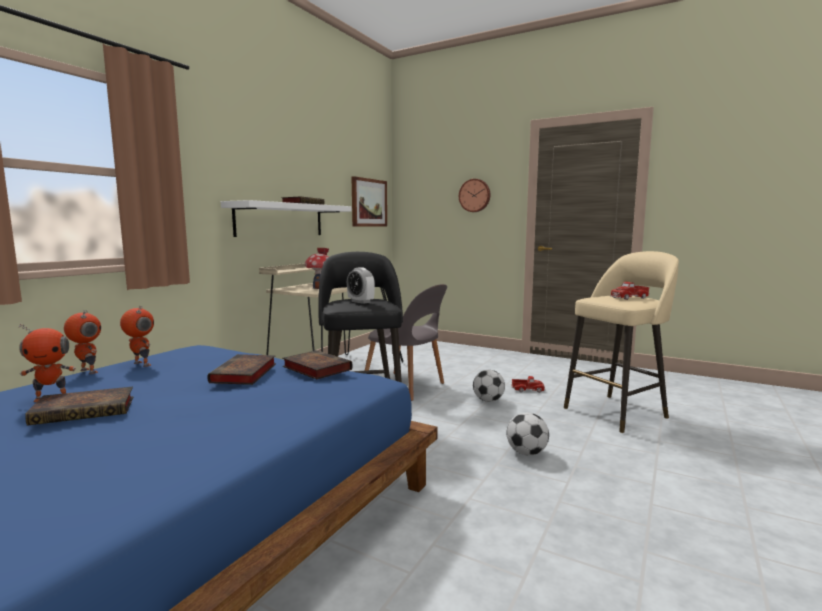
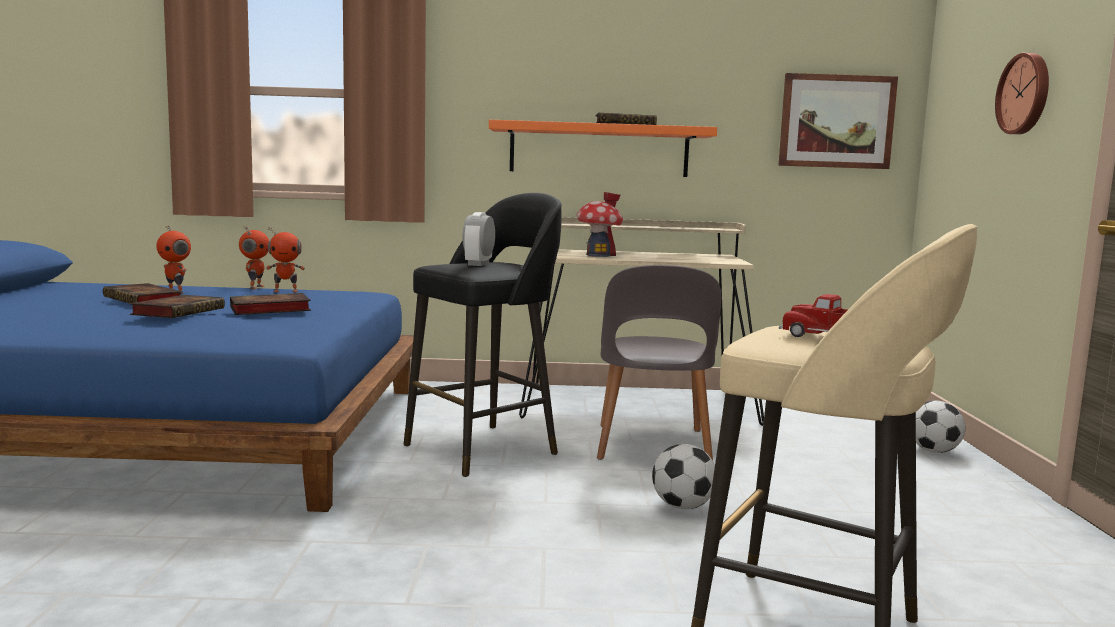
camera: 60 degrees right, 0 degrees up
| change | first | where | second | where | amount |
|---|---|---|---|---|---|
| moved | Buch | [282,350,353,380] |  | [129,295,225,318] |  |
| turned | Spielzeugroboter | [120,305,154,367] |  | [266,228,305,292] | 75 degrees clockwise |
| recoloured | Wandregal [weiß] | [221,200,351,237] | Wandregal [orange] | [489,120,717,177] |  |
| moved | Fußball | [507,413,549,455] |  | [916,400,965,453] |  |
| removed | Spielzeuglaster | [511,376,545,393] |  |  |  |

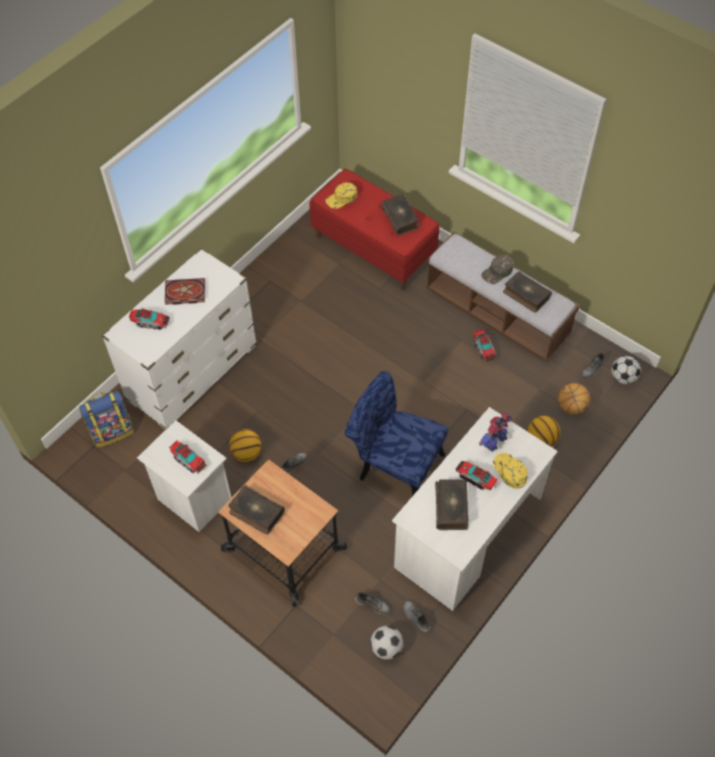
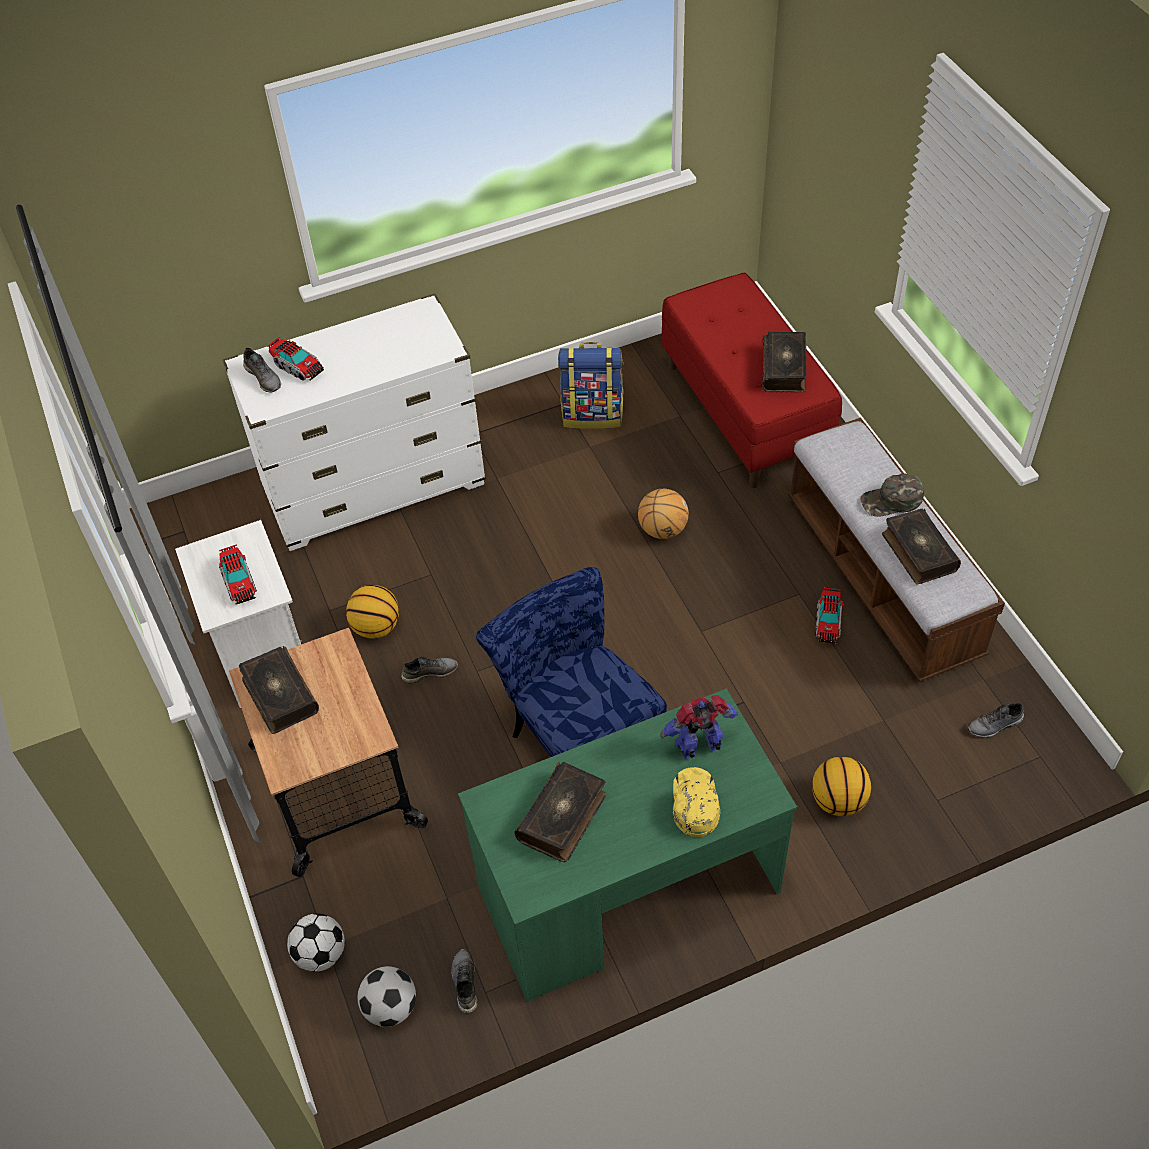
camera: 30 degrees right, 5 degrees down
| change | first | where | second | where | amount |
|---|---|---|---|---|---|
| moved | Schuh [grau] | [355,592,390,615] |  | [243,348,281,392] |  |
| moved | Fußball | [612,356,641,384] |  | [287,913,345,972] |  |
| recoloured | Schreibtisch [weiß] | [392,407,558,611] | Schreibtisch [grün] | [458,689,797,1002] |  |
| moved | Rucksack | [79,391,134,448] |  | [558,342,623,429] |  |
| moved | Basketball | [558,383,590,415] |  | [638,489,689,539] |  |
| removed | Buch | [165,278,205,305] |  |  |  |
| removed | Kappe [gelb] | [325,183,357,209] |  |  |  |
| removed | Spielzeuglaster | [456,461,498,490] |  |  |  |

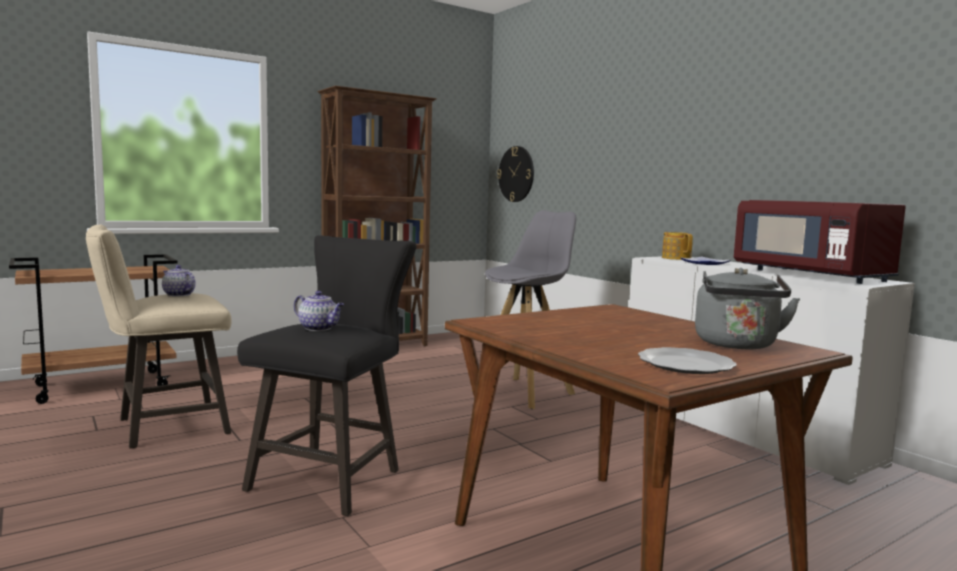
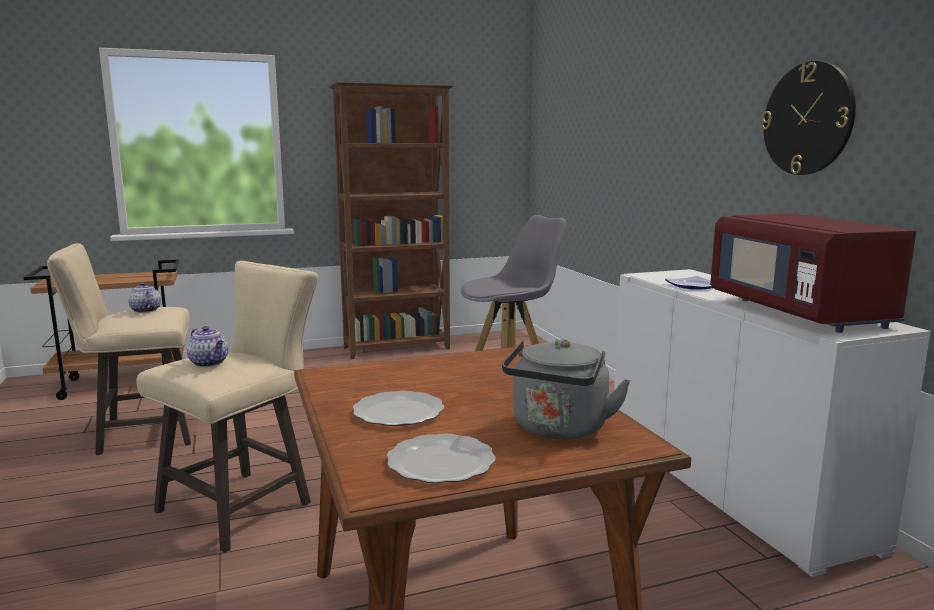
camera: 15 degrees right, 5 degrees up
| change | first | where | second | where | amount |
|---|---|---|---|---|---|
| recoloured | Hocker [schwarz] | [237,235,417,516] | Hocker [beige] | [136,261,318,553] |  |
| added |  |  | Teller | [353,391,444,426] |  |
| moved | Wanduhr | [497,146,534,202] |  | [761,61,856,175] |  |
| removed | Teekanne | [662,232,693,260] |  |  |  |

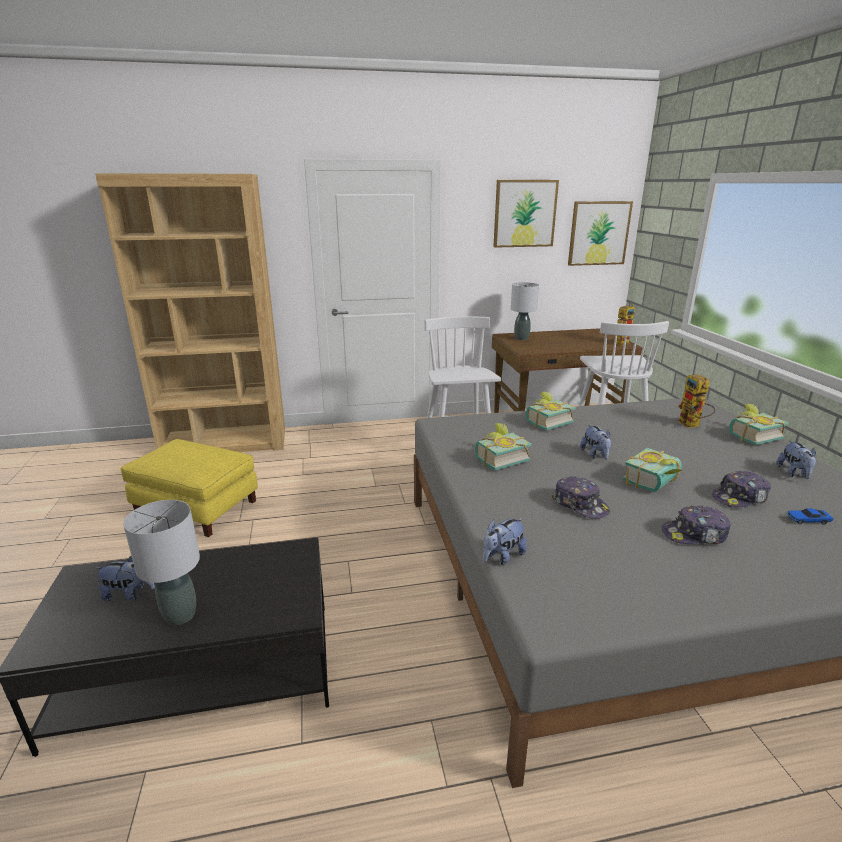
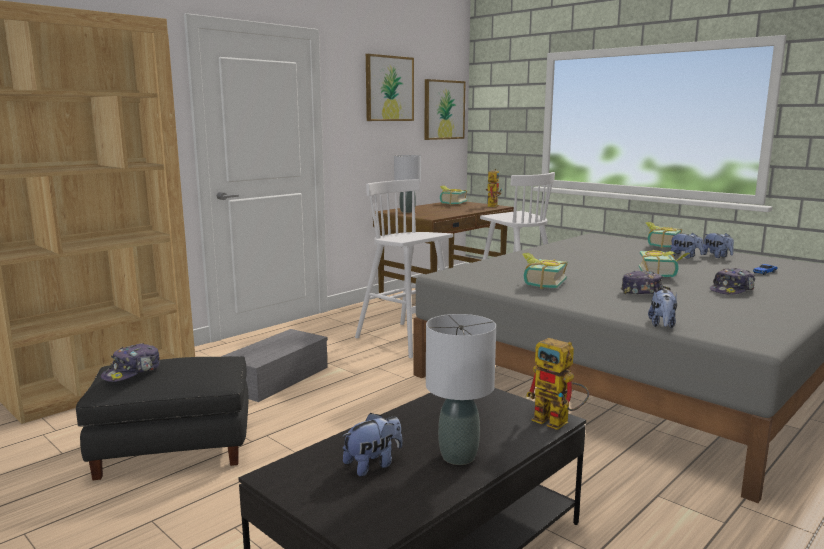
camera: 35 degrees left, 10 degrees down
| change | first | where | second | where | amount |
|---|---|---|---|---|---|
| recoloured | Polsterhocker [gelb] | [121,439,258,537] | Polsterhocker [schwarz] | [76,356,248,480] |  |
| moved | Kappe | [712,471,771,508] |  | [101,343,160,382] |  |
| added |  |  | Aufbewahrungsbox [grau] | [221,329,328,402] |  |
| moved | Buch | [526,391,576,430] |  | [440,185,468,205] |  |
| moved | Spielzeugroboter | [677,374,716,428] |  | [526,338,589,430] |  |
| moved | Plüschtier | [580,425,611,459] |  | [671,233,704,259] |  |

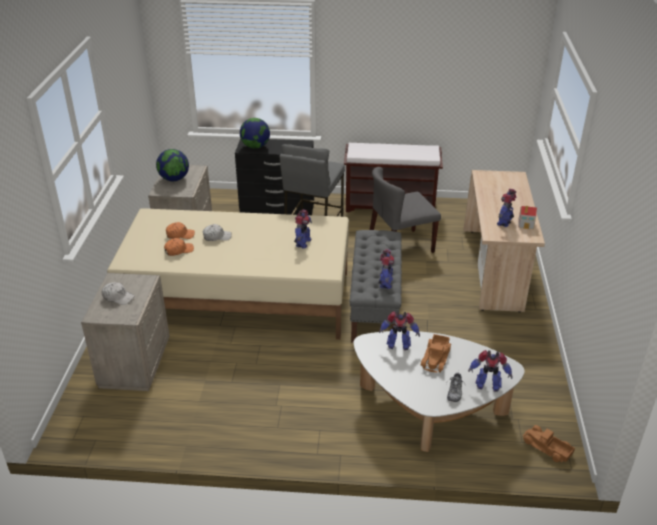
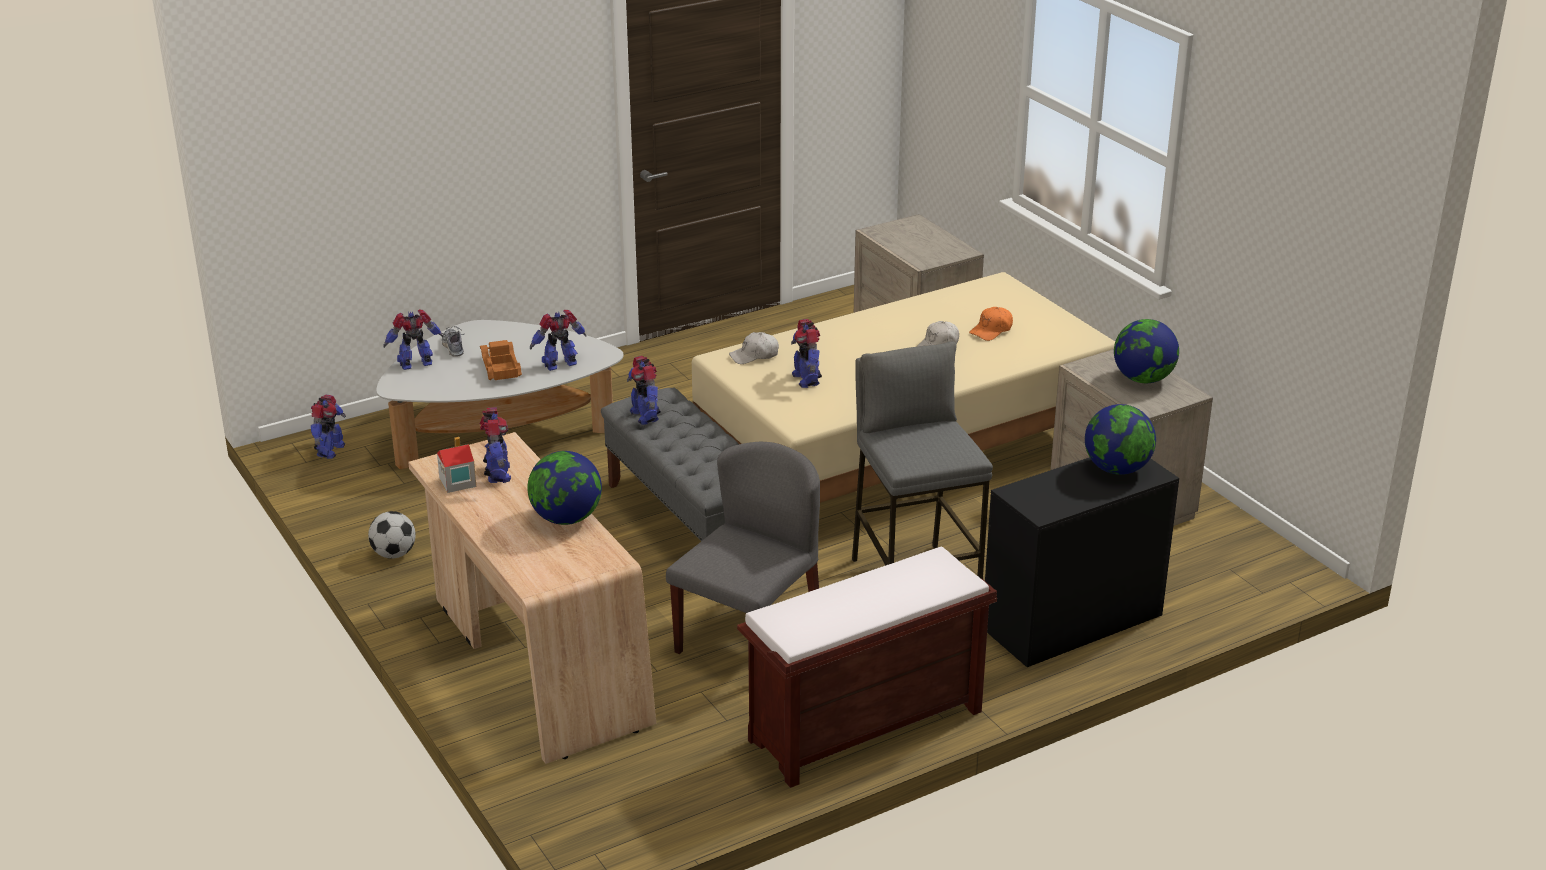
camera: 145 degrees right, 5 degrees down
| change | first | where | second | where | amount |
|---|---|---|---|---|---|
| replaced | Spielzeuglaster | [523,425,575,463] | Spielzeugroboter | [311,395,346,459] |  |
| added |  |  | Fußball | [368,511,416,559] |  |
| added |  |  | Globus | [527,451,602,525] |  |
| moved | Kappe [weiß] | [102,282,135,305] |  | [729,332,779,364] |  |
| removed | Kappe [orange] | [164,238,194,256] |  |  |  |

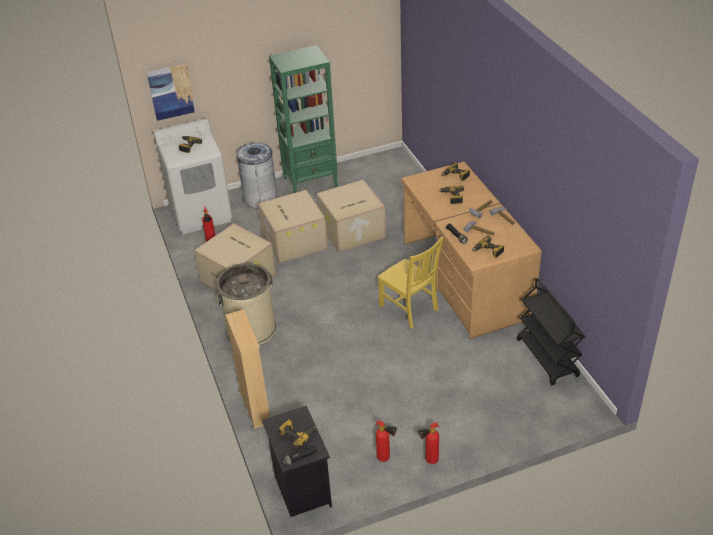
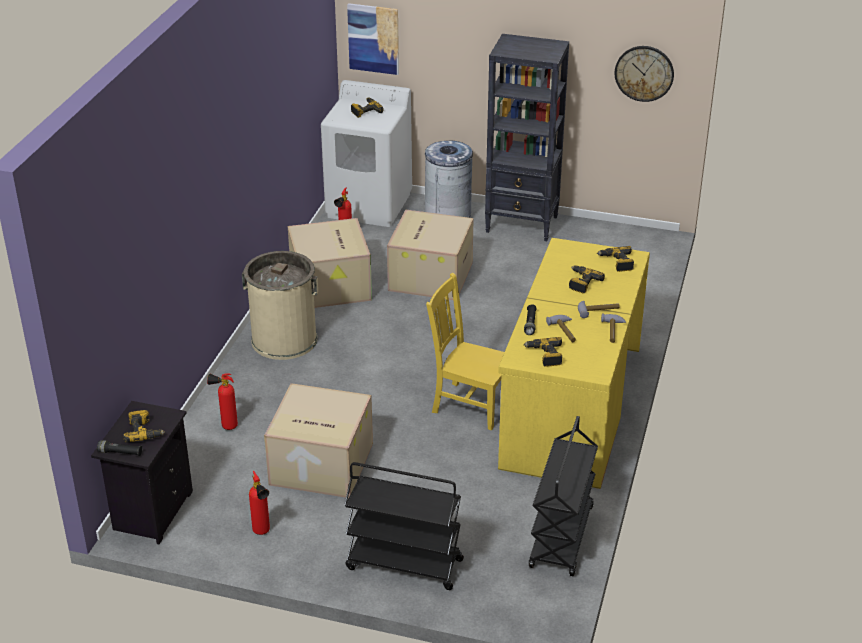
camera: 35 degrees right, 5 degrees down
| change | first | where | second | where | amount |
|---|---|---|---|---|---|
| moved | Feuerlöscher | [418,422,439,464] |  | [207,373,238,430] |  |
| moved | Karton | [316,180,386,252] |  | [264,383,373,498] |  |
| added |  |  | Rollwagen [schwarz] | [344,462,464,590] |  |
| turned | Stuhl [gelb] | [378,237,444,329] |  | [426,273,504,430] | 120 degrees clockwise |
| recoloured | Bücherregal [grün] | [269,45,338,193] | Bücherregal [schwarz] | [485,34,569,241] |  |
| recoloured | Schreibtisch [braun] | [401,162,542,339] | Schreibtisch [gelb] | [498,238,650,489] |  |
| added |  |  | Wanduhr | [615,46,674,102] |  |
| removed | Bücherregal [beige] | [225,309,270,429] |  |  |  |

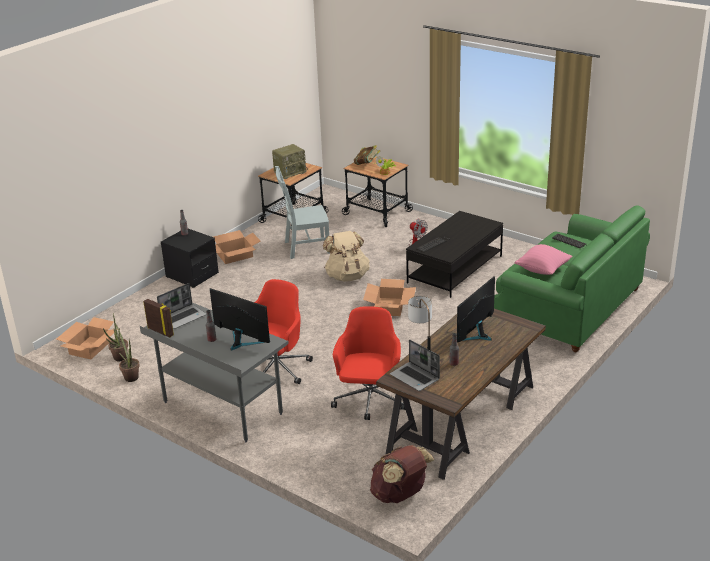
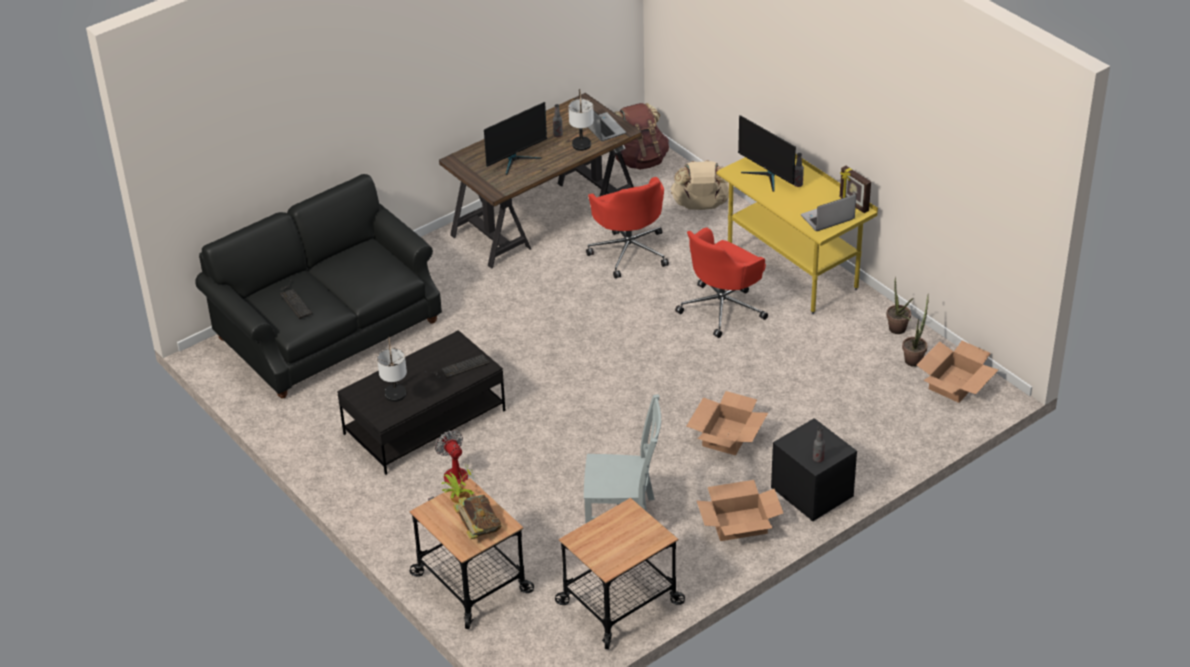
camera: 165 degrees left, 10 degrees up
| change | first | where | second | where | amount |
|---|---|---|---|---|---|
| recoloured | Sofa [grün] | [494,205,650,352] | Sofa [schwarz] | [195,174,442,399] |  |
| added |  |  | Tischlampe | [377,337,407,402] |  |
| turned | Bürostuhl [rot] | [331,306,405,420] |  | [586,177,669,279] | 45 degrees counterclockwise |
| moved | Rucksack [beige] | [323,231,370,282] |  | [671,160,729,210] |  |
| moved | Karton | [363,279,416,316] |  | [687,391,768,455] |  |
| recoloured | Schreibtisch [grau] | [140,302,289,442] | Schreibtisch [gelb] | [716,154,878,314] |  |
| removed | Radio | [272,144,308,179] |  |  |  |
| removed | Kissen [rosa] | [515,244,572,275] |  |  |  |

